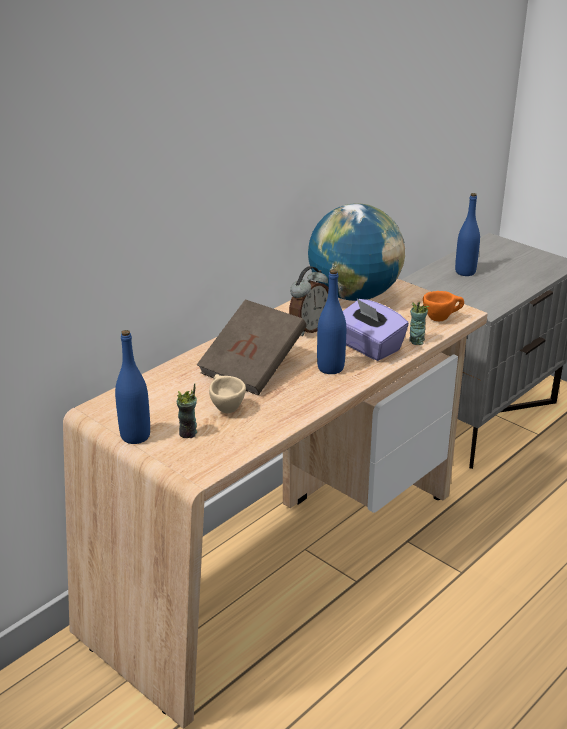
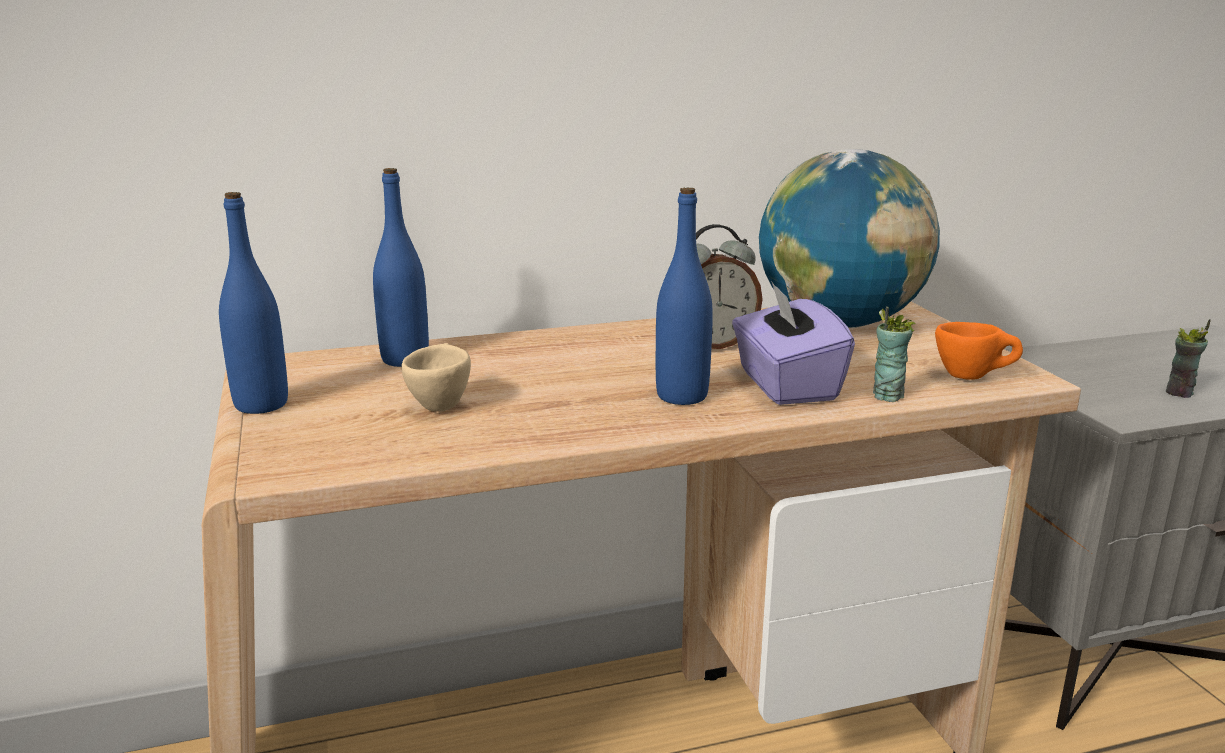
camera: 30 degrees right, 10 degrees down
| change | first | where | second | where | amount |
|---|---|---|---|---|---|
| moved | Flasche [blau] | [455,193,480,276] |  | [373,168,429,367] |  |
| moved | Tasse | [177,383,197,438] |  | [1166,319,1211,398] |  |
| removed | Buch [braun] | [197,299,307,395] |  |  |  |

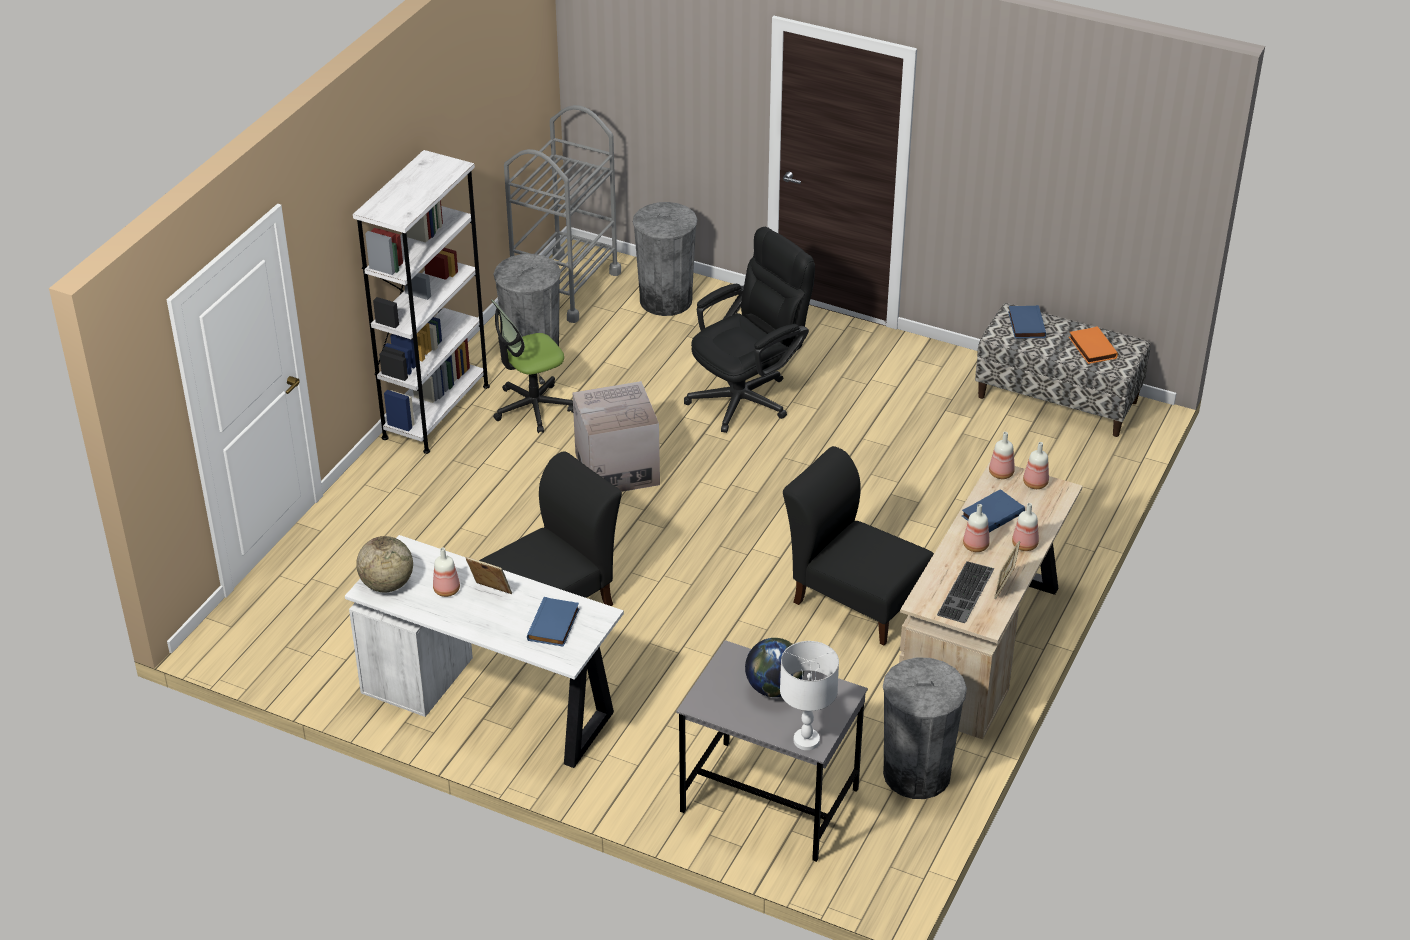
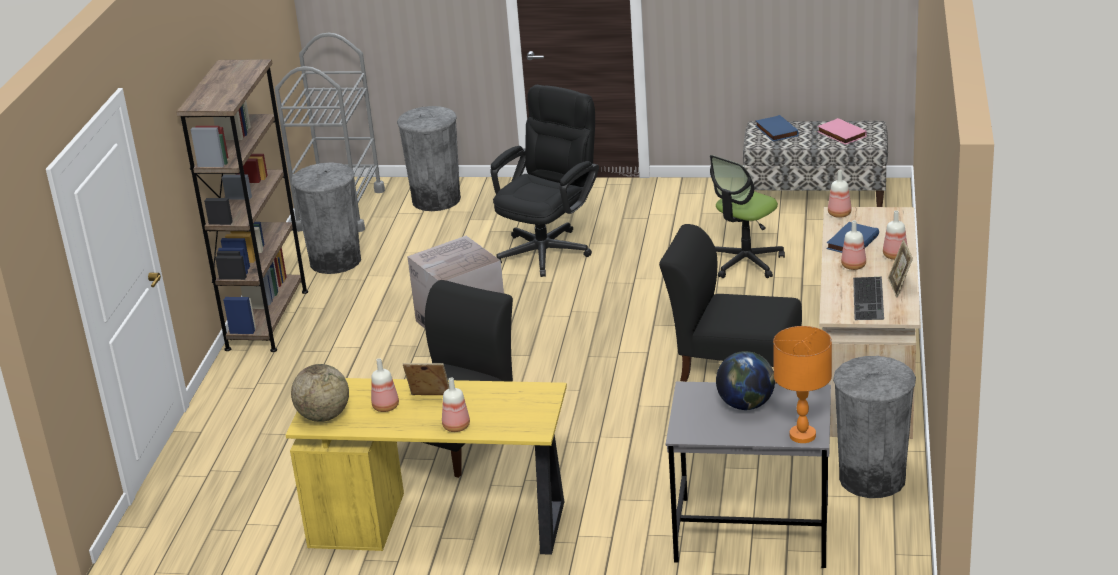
camera: 15 degrees left, 10 degrees down
| change | first | where | second | where | amount |
|---|---|---|---|---|---|
| recoloured | Bücherregal [weiß] | [353,150,490,454] | Bücherregal [braun] | [176,59,308,352] |  |
| recoloured | Schreibtisch [weiß] | [345,535,624,768] | Schreibtisch [gelb] | [286,378,567,555] |  |
| moved | Flasche | [1023,442,1049,489] |  | [442,377,470,432] |  |
| moved | Bürostuhl | [491,300,573,433] |  | [710,155,785,278] |  |
| recoloured | Tischlampe [weiß] | [780,641,839,750] | Tischlampe [orange] | [773,326,832,443] |  |
| recoloured | Buch [orange] | [1069,326,1118,364] | Buch [rosa] | [817,118,867,145] |  |
| removed | Buch [blau] | [527,597,579,647] |  |  |  |

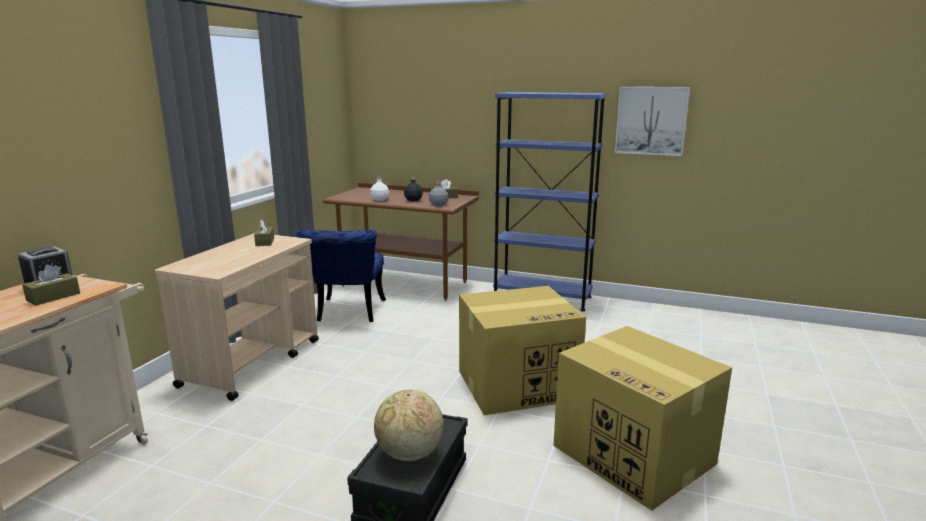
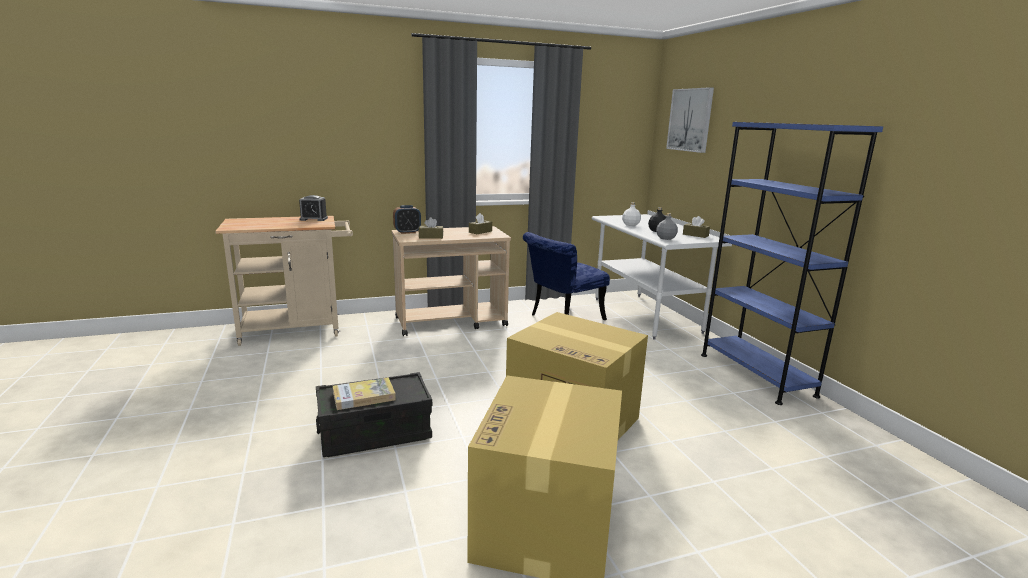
camera: 50 degrees right, 0 degrees up
| change | first | where | second | where | amount |
|---|---|---|---|---|---|
| replaced | Globus | [374,389,443,461] | Buch | [333,377,396,410] |  |
| added |  |  | Wecker | [393,205,421,234] |  |
| moved | Taschentuchbox [braun] | [22,264,80,305] |  | [419,217,443,239] |  |
| recoloured | Schreibtisch [braun] | [323,183,479,301] | Schreibtisch [weiß] | [592,210,732,340] |  |
| moved | Bild | [615,87,690,156] |  | [666,87,714,153] |  |

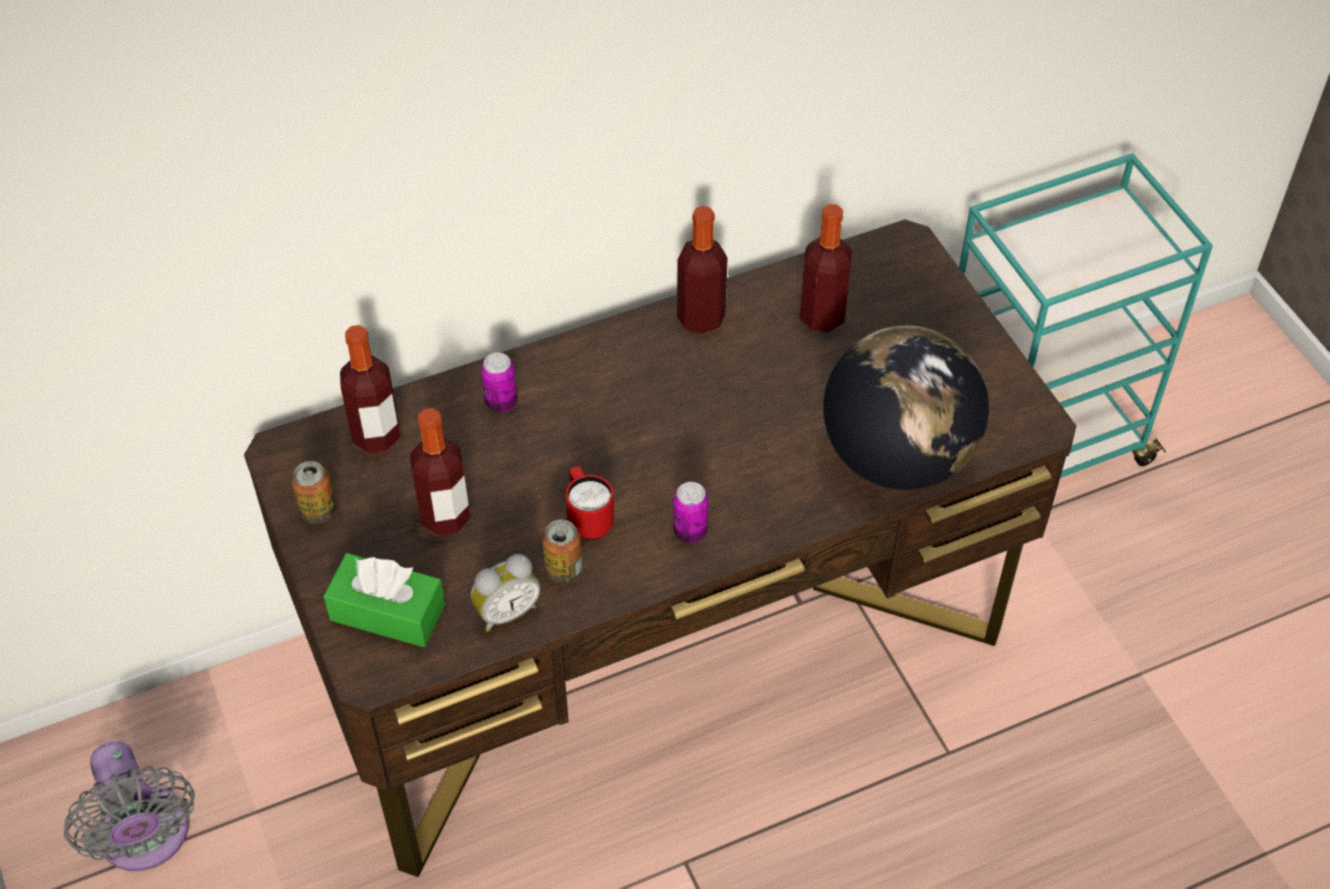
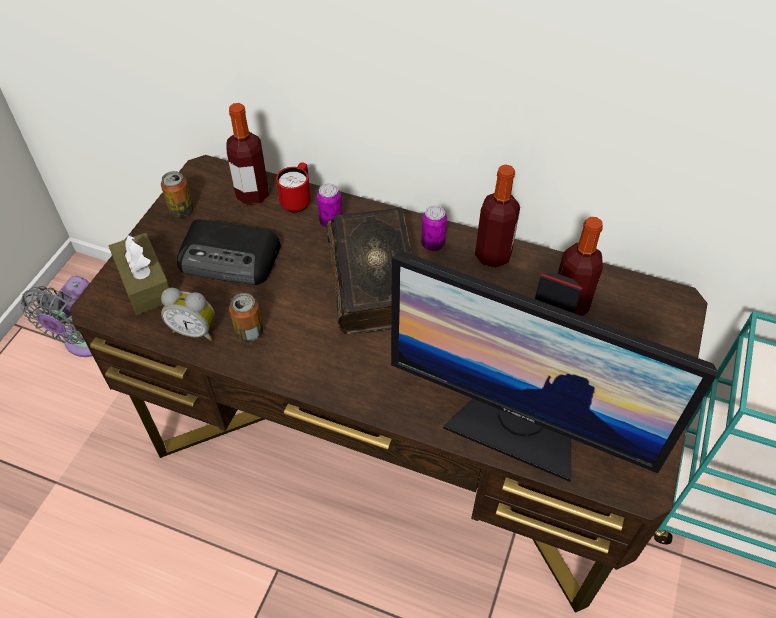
camera: 45 degrees right, 0 degrees up
| change | first | where | second | where | amount |
|---|---|---|---|---|---|
| recoloured | Taschentuchbox [grün] | [323,553,445,647] | Taschentuchbox [braun] | [109,233,170,315] |  |
| replaced | Flasche | [410,408,470,536] | Radio | [177,219,281,285] |  |
| moved | Henkelbecher [rot] | [566,466,614,540] |  | [276,162,311,213] |  |
| added |  |  | Buch | [326,208,413,335] |  |
| replaced | Globus | [823,326,989,490] | Monitor | [391,252,718,482] |  |
| moved | Dose | [673,482,709,543] |  | [421,205,447,251] |  |

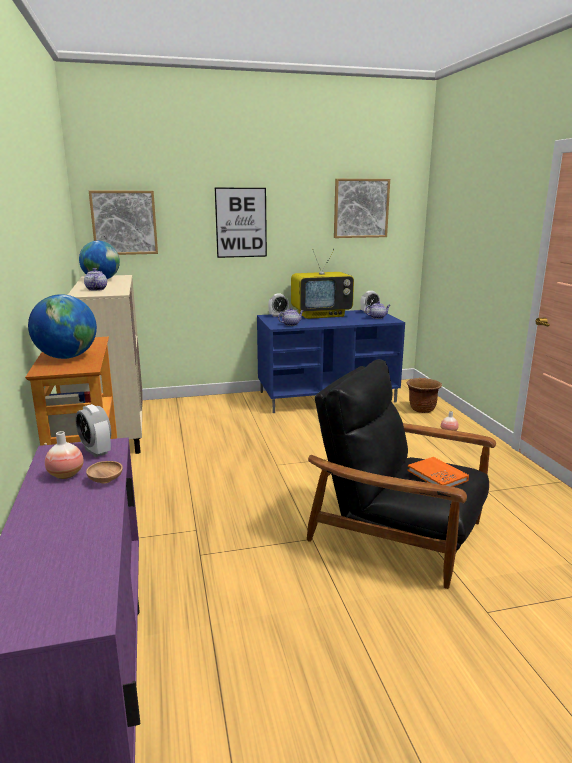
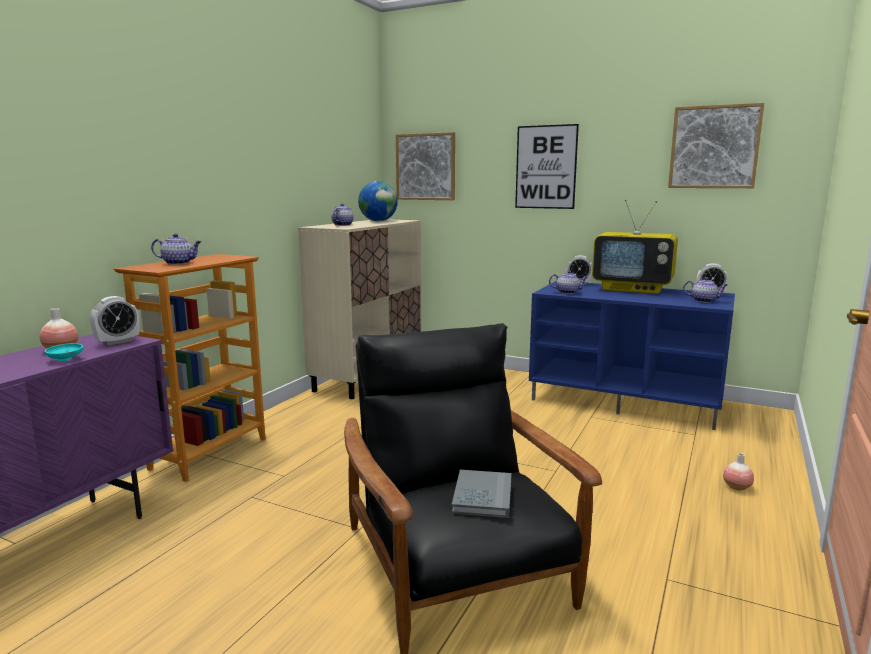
camera: 40 degrees right, 5 degrees down
| change | first | where | second | where | amount |
|---|---|---|---|---|---|
| recoloured | Schüssel [braun] | [86,461,123,484] | Schüssel [türkis] | [45,343,83,361] |  |
| turned | Wecker | [75,404,111,457] |  | [90,296,140,346] | 135 degrees counterclockwise |
| replaced | Globus | [28,294,97,359] | Teekanne | [151,233,201,265] |  |
| recoloured | Buch [orange] | [407,457,469,487] | Buch [grau] | [452,470,511,518] |  |
| removed | Pflanzkübel [braun] | [407,378,442,413] |  |  |  |

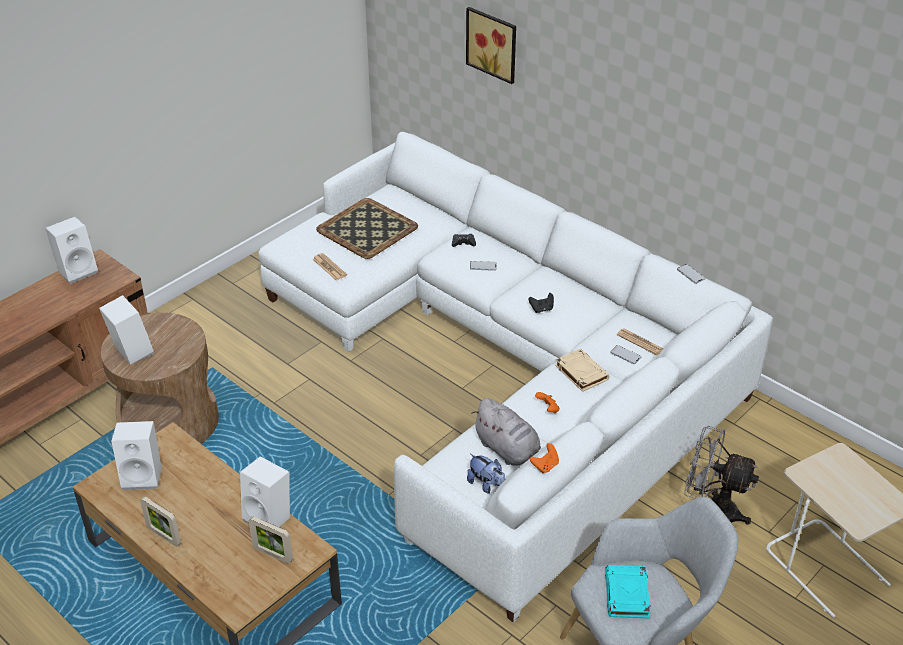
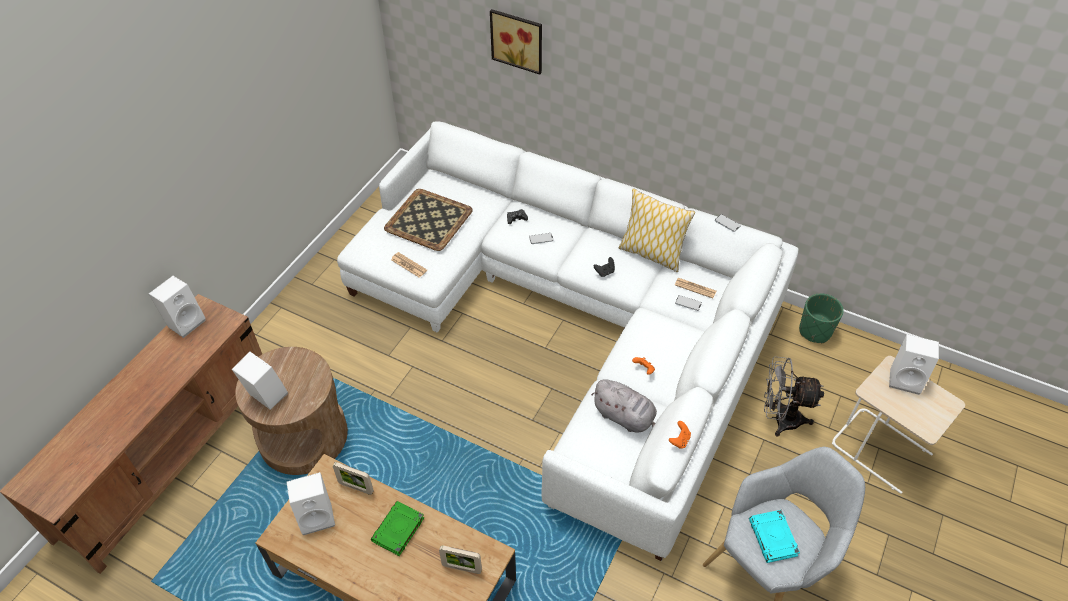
camera: 15 degrees left, 10 degrees up
| change | first | where | second | where | amount |
|---|---|---|---|---|---|
| moved | Bilderrahmen | [140,496,181,547] |  | [333,462,374,495] |  |
| added |  |  | Buch [grün] | [371,501,424,556] |  |
| added |  |  | Kissen | [619,188,695,272] |  |
| added |  |  | Pflanzkübel [grün] | [799,293,844,343] |  |
| moved | Lautsprecher [weiß] | [240,456,290,527] |  | [889,334,939,395] |  |
| removed | Plüschtier | [467,454,505,494] |  |  |  |
| removed | Buch [beige] | [555,349,610,392] |  |  |  |

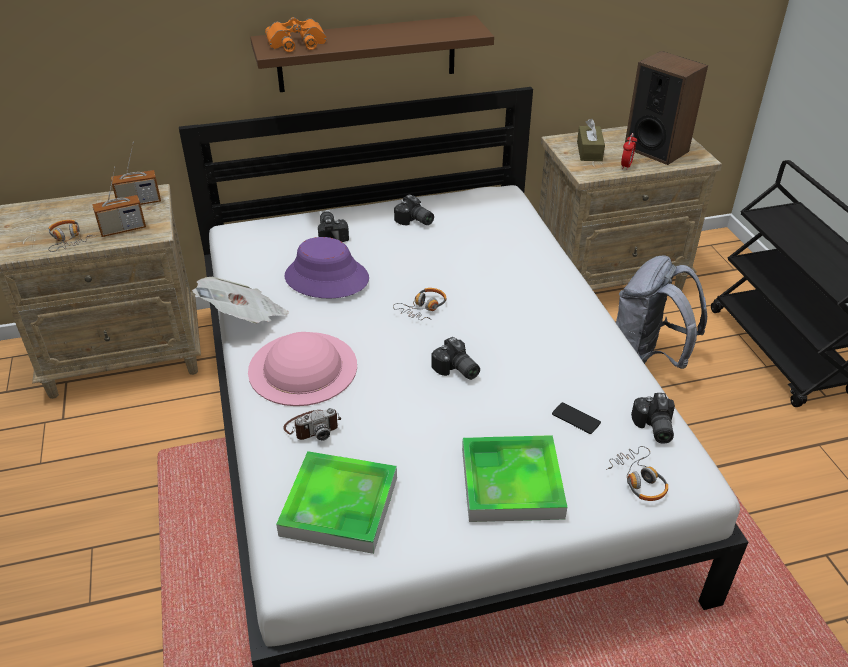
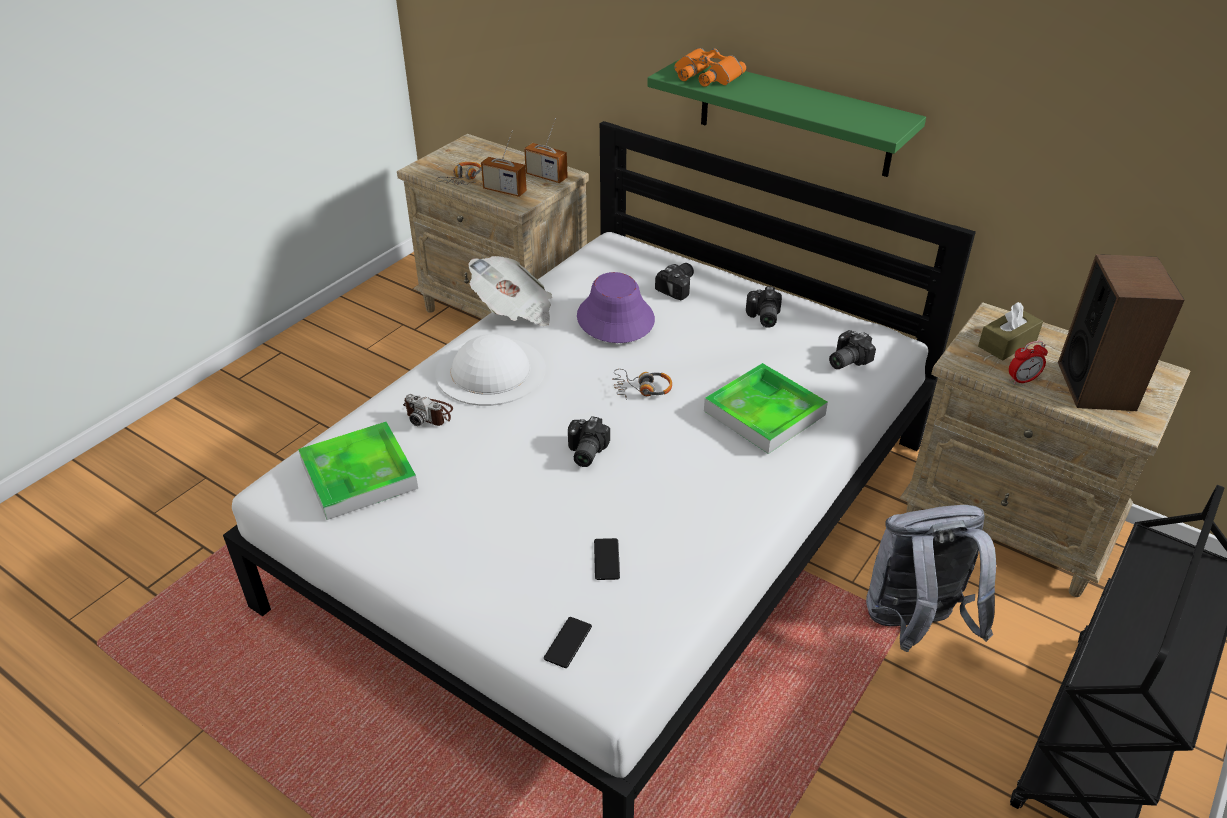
camera: 50 degrees right, 0 degrees up
| change | first | where | second | where | amount |
|---|---|---|---|---|---|
| recoloured | Hut [rosa] | [248,332,357,406] | Hut [weiß] | [435,334,546,406] |  |
| replaced | Kopfhörer | [606,446,668,501] | Handy | [544,617,592,668] |  |
| recoloured | Wandregal [braun] | [250,15,494,92] | Wandregal [grün] | [647,58,926,177] |  |
| moved | Tablett | [462,435,567,522] |  | [704,363,828,454] |  |
| moved | Kamera | [631,393,675,444] |  | [829,330,876,369] |  |

